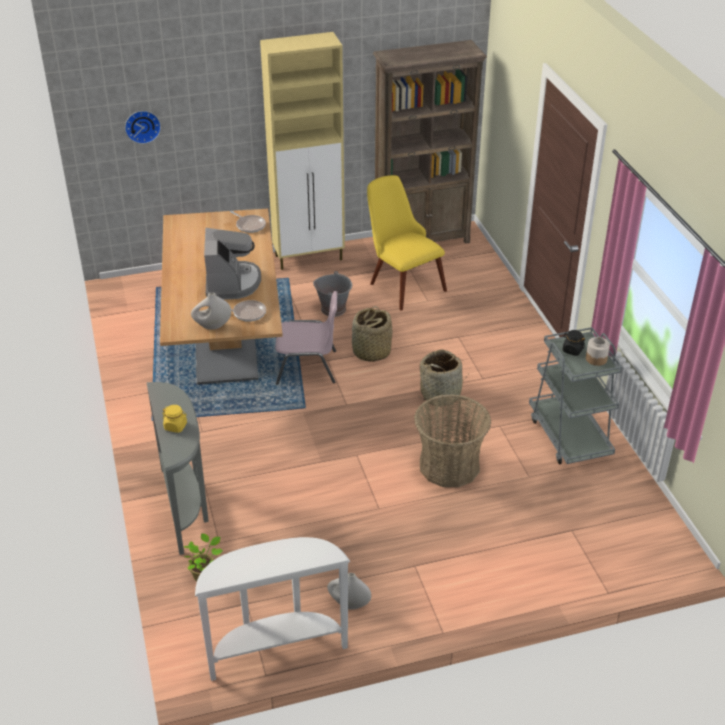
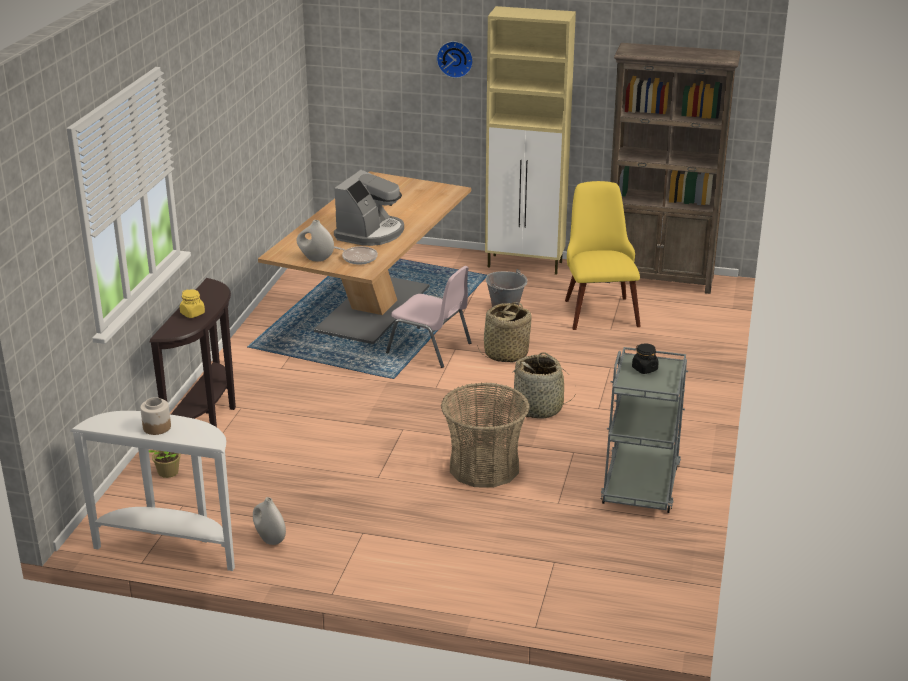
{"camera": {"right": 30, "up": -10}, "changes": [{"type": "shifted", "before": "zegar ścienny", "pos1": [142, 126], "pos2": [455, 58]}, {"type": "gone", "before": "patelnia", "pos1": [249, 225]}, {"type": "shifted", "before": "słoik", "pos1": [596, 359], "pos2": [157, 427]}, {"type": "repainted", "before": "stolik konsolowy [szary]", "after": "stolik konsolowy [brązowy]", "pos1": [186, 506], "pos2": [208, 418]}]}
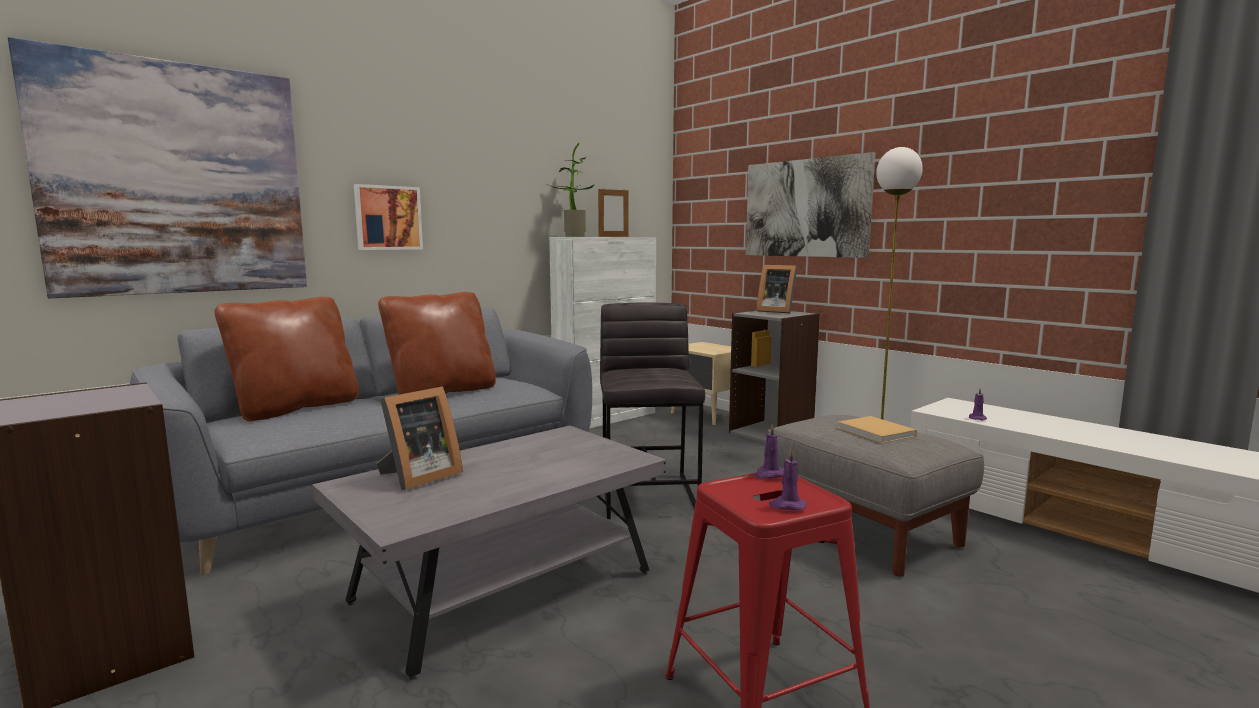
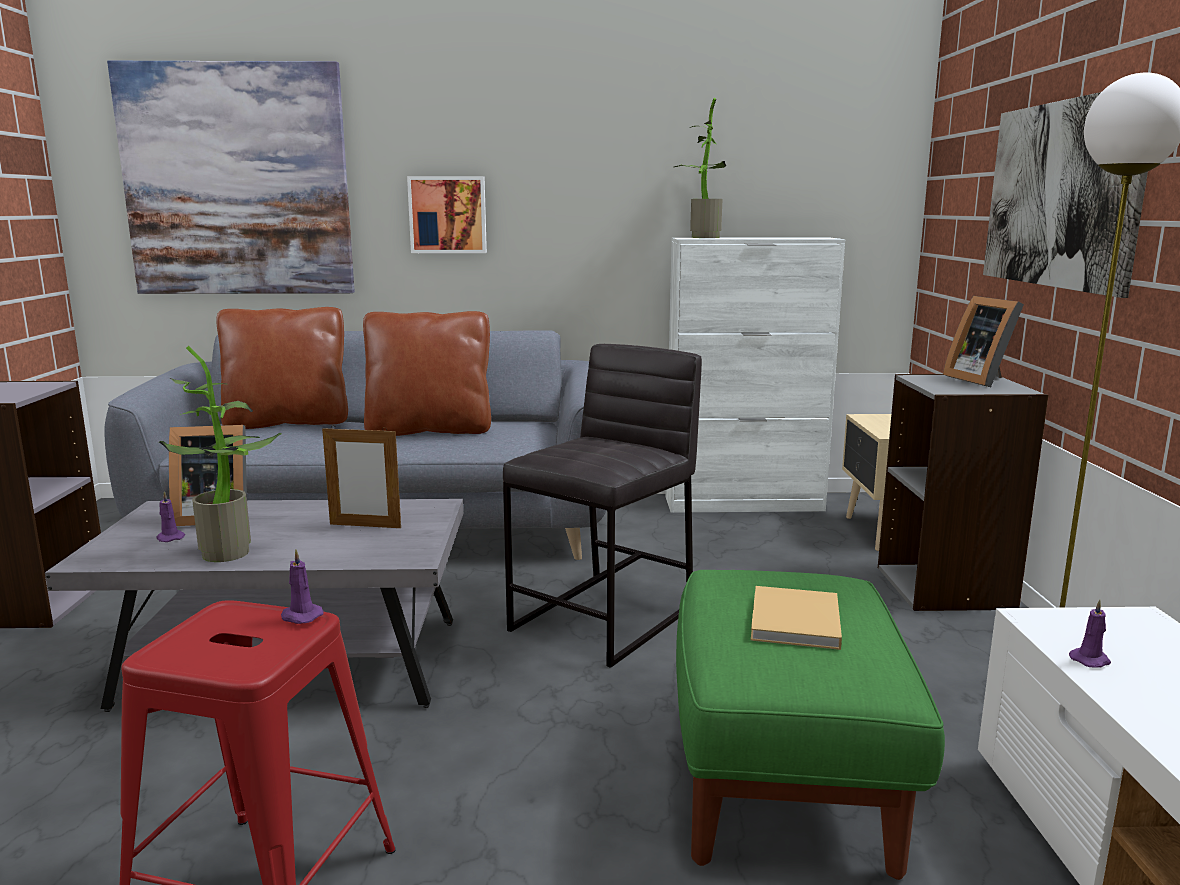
{"camera": {"right": 40, "up": 5}, "changes": [{"type": "shifted", "before": "ramka na zdjęcie", "pos1": [613, 236], "pos2": [365, 526]}, {"type": "repainted", "before": "pufa [szary]", "after": "pufa [zielony]", "pos1": [863, 531], "pos2": [783, 780]}, {"type": "shifted", "before": "świeca [fioletowy]", "pos1": [787, 505], "pos2": [169, 538]}, {"type": "new", "after": "roślina doniczkowa", "pos2": [232, 551]}]}
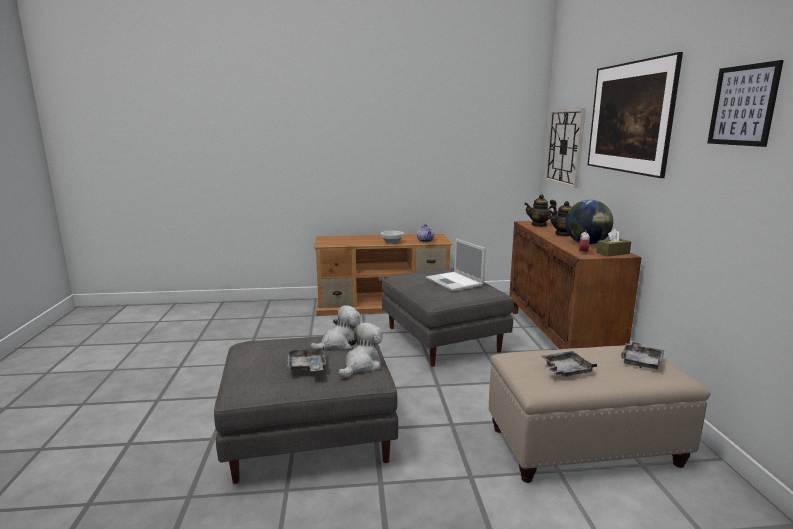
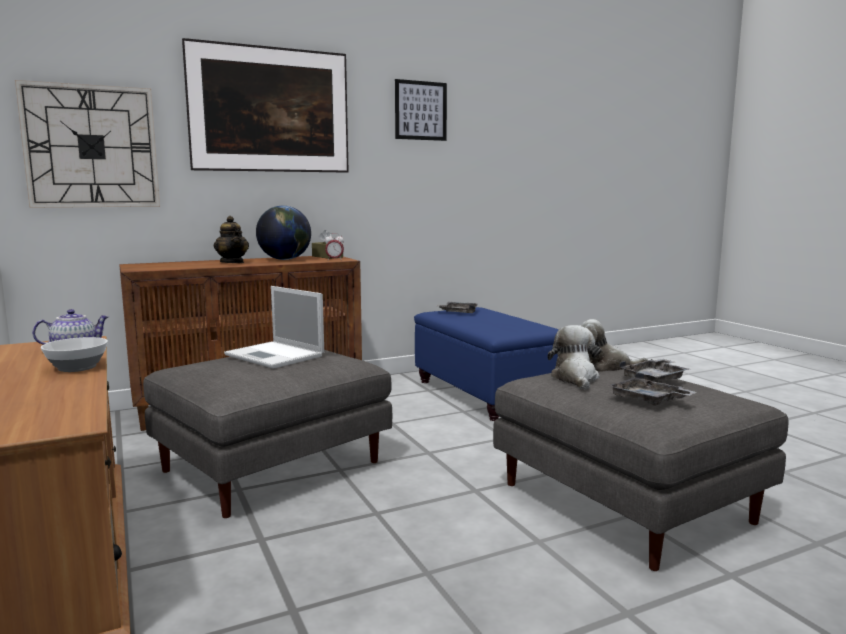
{"camera": {"right": -110, "up": -5}, "changes": [{"type": "gone", "before": "imbryk", "pos1": [539, 225]}, {"type": "rotated", "before": "laptop", "pos1": [455, 282], "pos2": [276, 355], "turn": 90}, {"type": "rotated", "before": "pluszak", "pos1": [339, 344], "pos2": [575, 378], "turn": 60}, {"type": "repainted", "before": "pufa [beżowy]", "after": "pufa [niebieski]", "pos1": [585, 446], "pos2": [484, 394]}, {"type": "shifted", "before": "taca [szary]", "pos1": [565, 371], "pos2": [648, 400]}]}
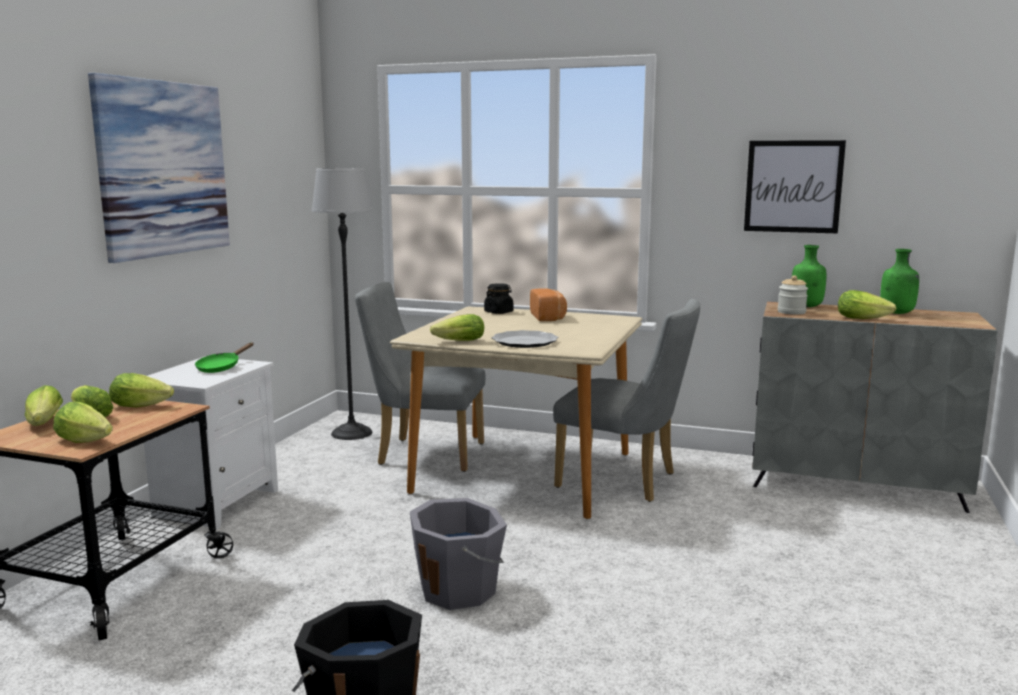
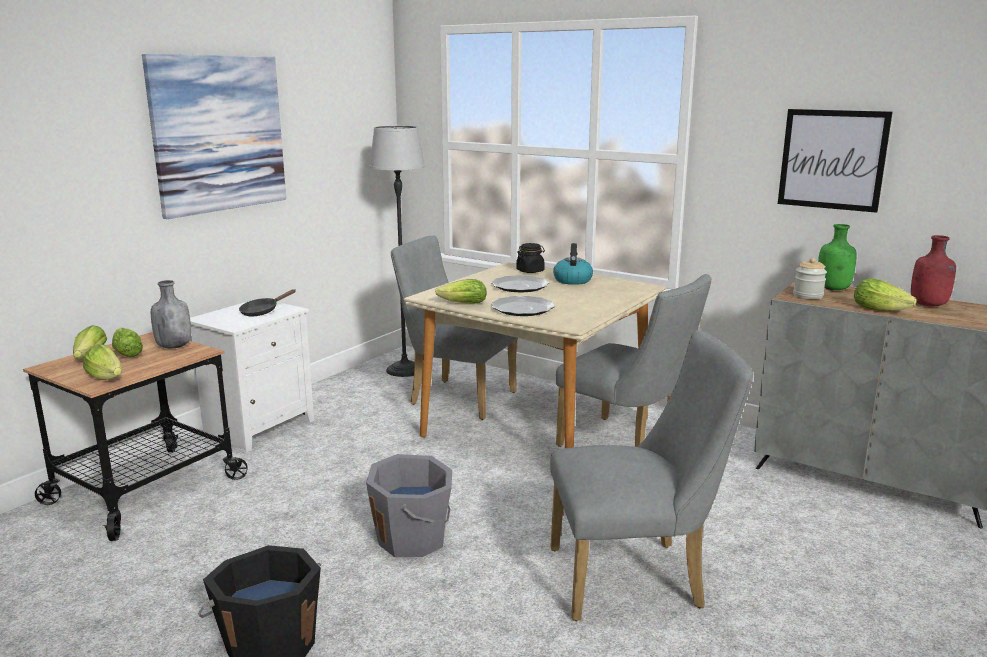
{"camera": {"right": 15, "up": 5}, "changes": [{"type": "repainted", "before": "butelka [zielony]", "after": "butelka [czerwony]", "pos1": [897, 313], "pos2": [929, 305]}, {"type": "swapped", "before": "chleb", "after": "czajnik", "pos1": [548, 317], "pos2": [572, 280]}, {"type": "repainted", "before": "patelnia [zielony]", "after": "patelnia [czarny]", "pos1": [221, 367], "pos2": [262, 311]}, {"type": "swapped", "before": "sałata", "after": "butelka [szary]", "pos1": [143, 406], "pos2": [174, 346]}, {"type": "new", "after": "talerz", "pos2": [519, 286]}, {"type": "new", "after": "krzesło [szary]", "pos2": [637, 578]}]}
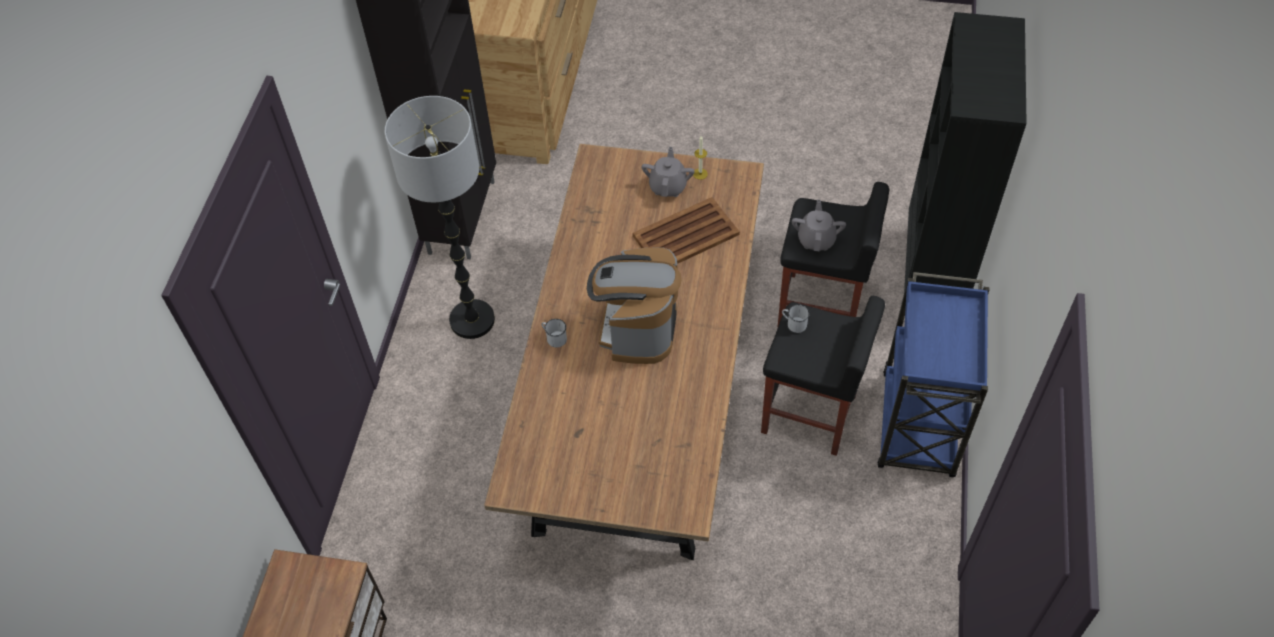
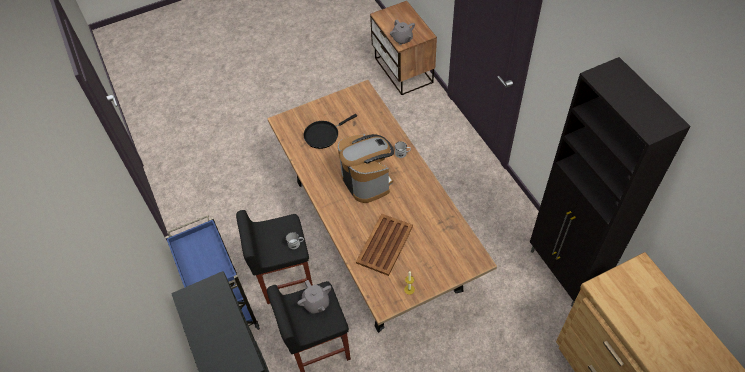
{"camera": {"right": 145, "up": 0}, "changes": [{"type": "gone", "before": "lampa stojąca", "pos1": [472, 320]}, {"type": "shifted", "before": "imbryk [szary]", "pos1": [668, 186], "pos2": [402, 39]}, {"type": "new", "after": "patelnia [czarny]", "pos2": [323, 135]}]}
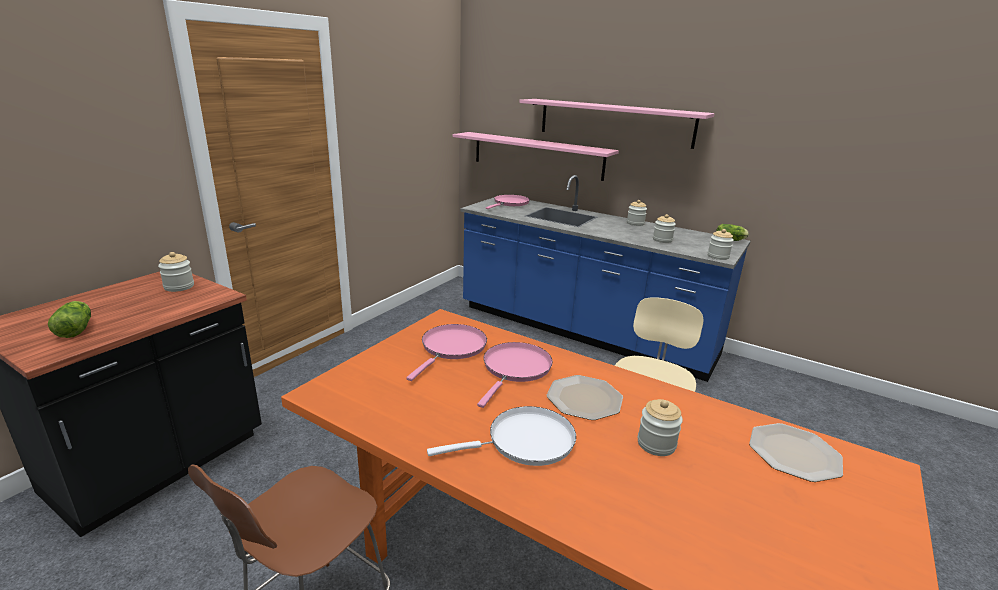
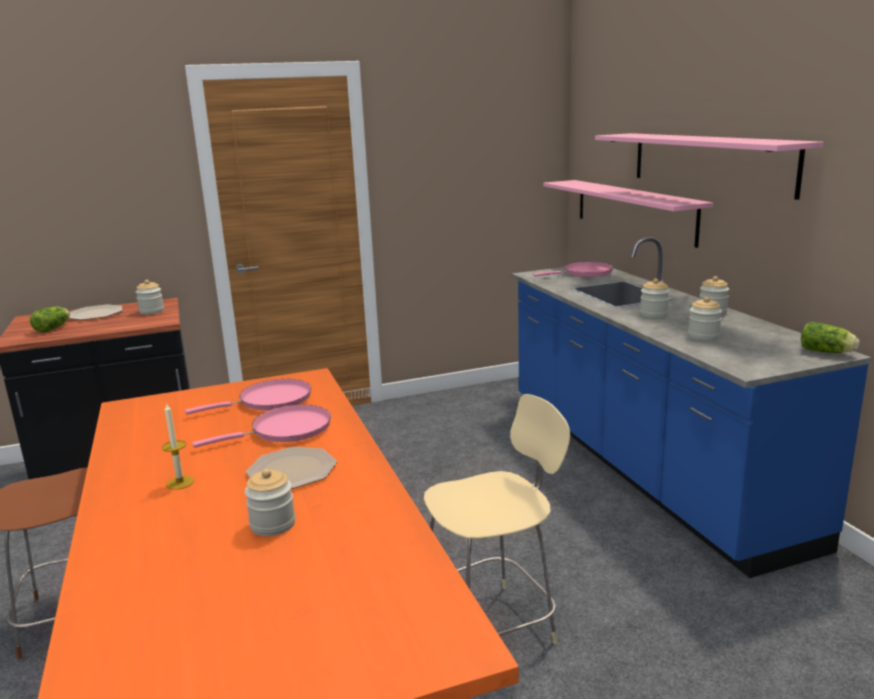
{"camera": {"right": 40, "up": -5}, "changes": [{"type": "shifted", "before": "słoik", "pos1": [718, 256], "pos2": [653, 314]}, {"type": "swapped", "before": "patelnia [biały]", "after": "świeca", "pos1": [525, 441], "pos2": [180, 482]}, {"type": "shifted", "before": "talerz", "pos1": [795, 453], "pos2": [95, 314]}]}
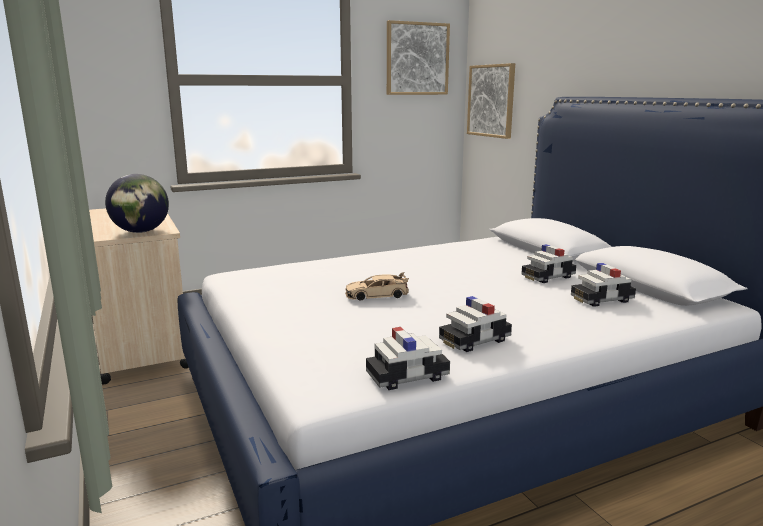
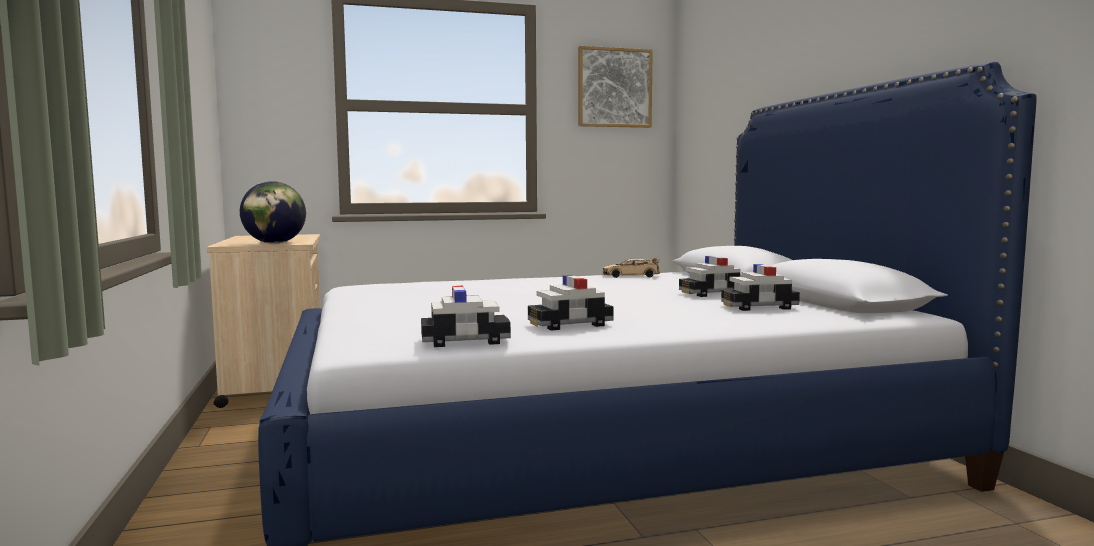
{"camera": {"right": 10, "up": -10}, "changes": [{"type": "gone", "before": "obraz", "pos1": [491, 101]}, {"type": "shifted", "before": "samochodzik [beżowy]", "pos1": [377, 295], "pos2": [631, 276]}]}
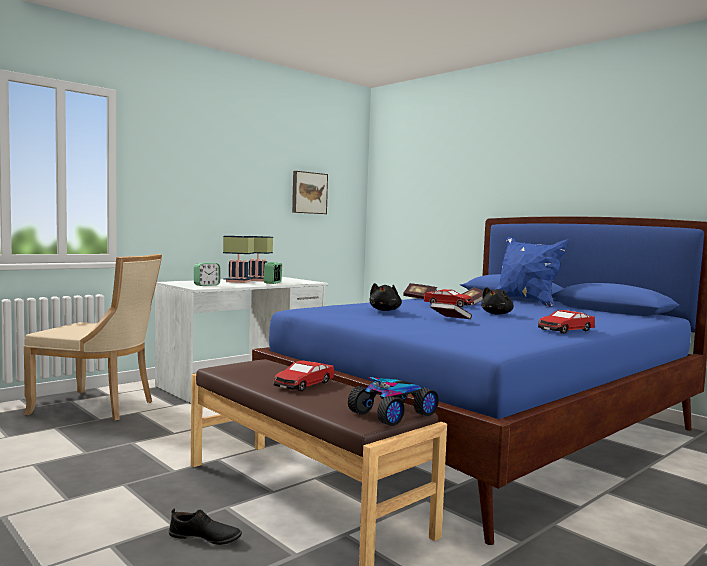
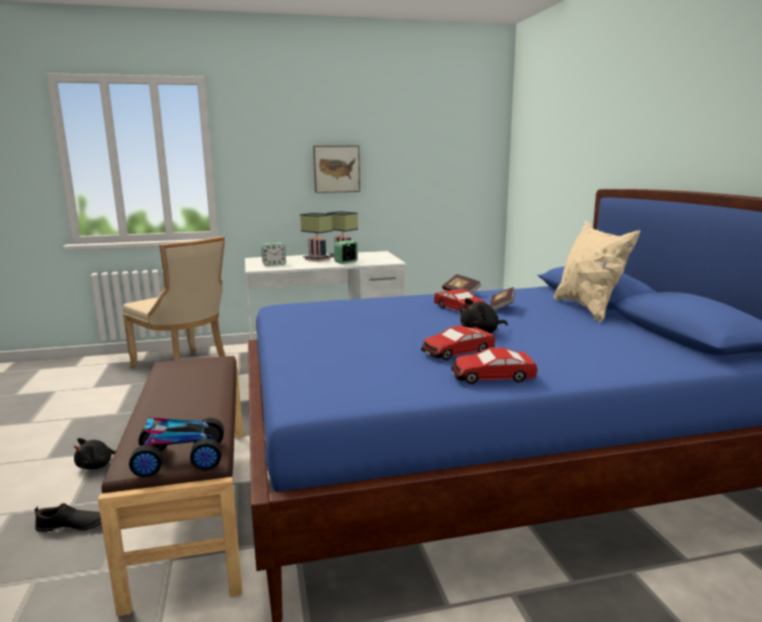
{"camera": {"right": 30, "up": 10}, "changes": [{"type": "shifted", "before": "obraz", "pos1": [308, 193], "pos2": [336, 169]}, {"type": "repainted", "before": "poduszka [niebieski]", "after": "poduszka [beżowy]", "pos1": [526, 302], "pos2": [588, 309]}, {"type": "shifted", "before": "pluszak [czarny]", "pos1": [385, 310], "pos2": [97, 465]}, {"type": "gone", "before": "książka", "pos1": [450, 319]}, {"type": "shifted", "before": "samochodzik", "pos1": [304, 384], "pos2": [457, 352]}, {"type": "rotated", "before": "but [czarny]", "pos1": [205, 538], "pos2": [72, 526], "turn": -45}]}
